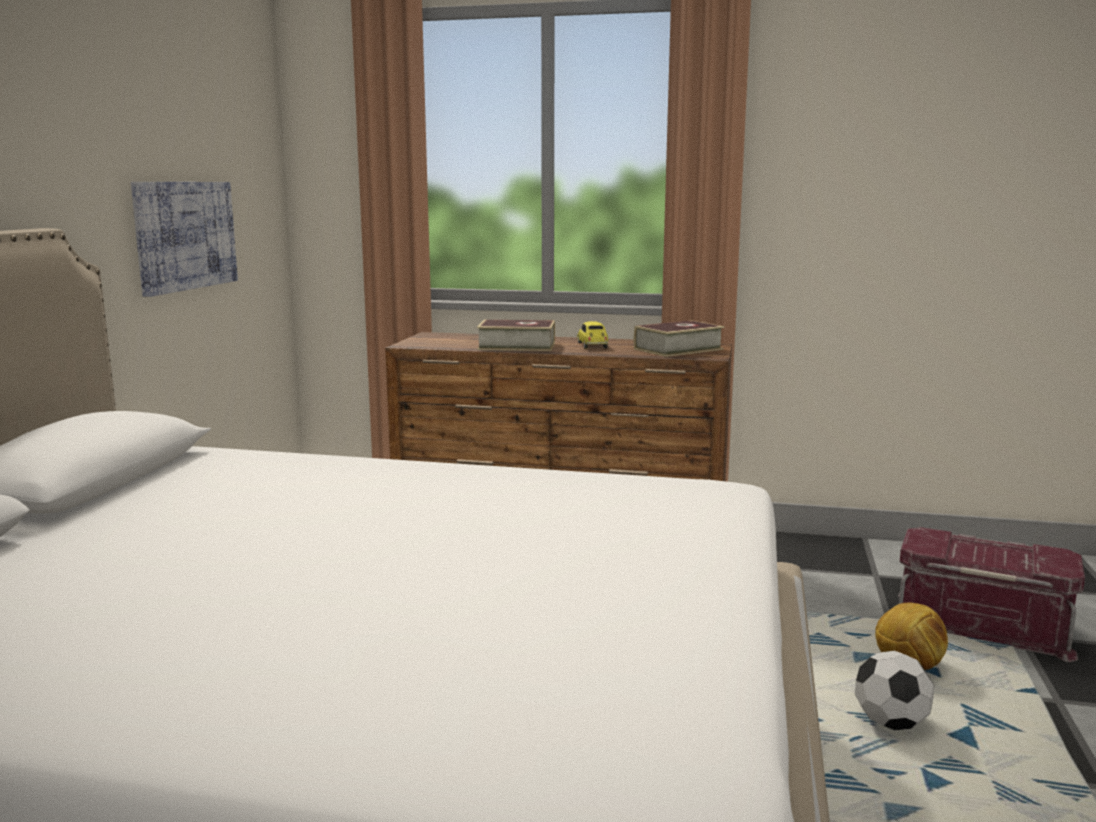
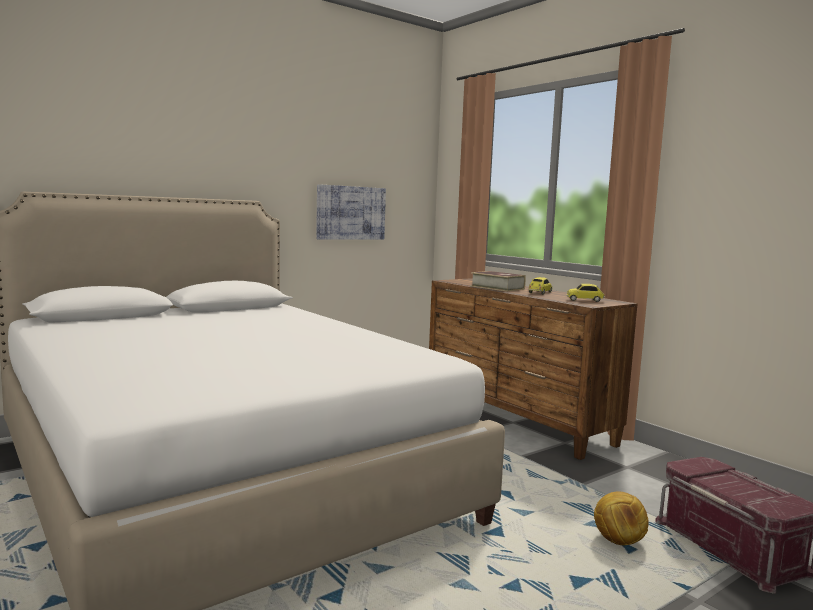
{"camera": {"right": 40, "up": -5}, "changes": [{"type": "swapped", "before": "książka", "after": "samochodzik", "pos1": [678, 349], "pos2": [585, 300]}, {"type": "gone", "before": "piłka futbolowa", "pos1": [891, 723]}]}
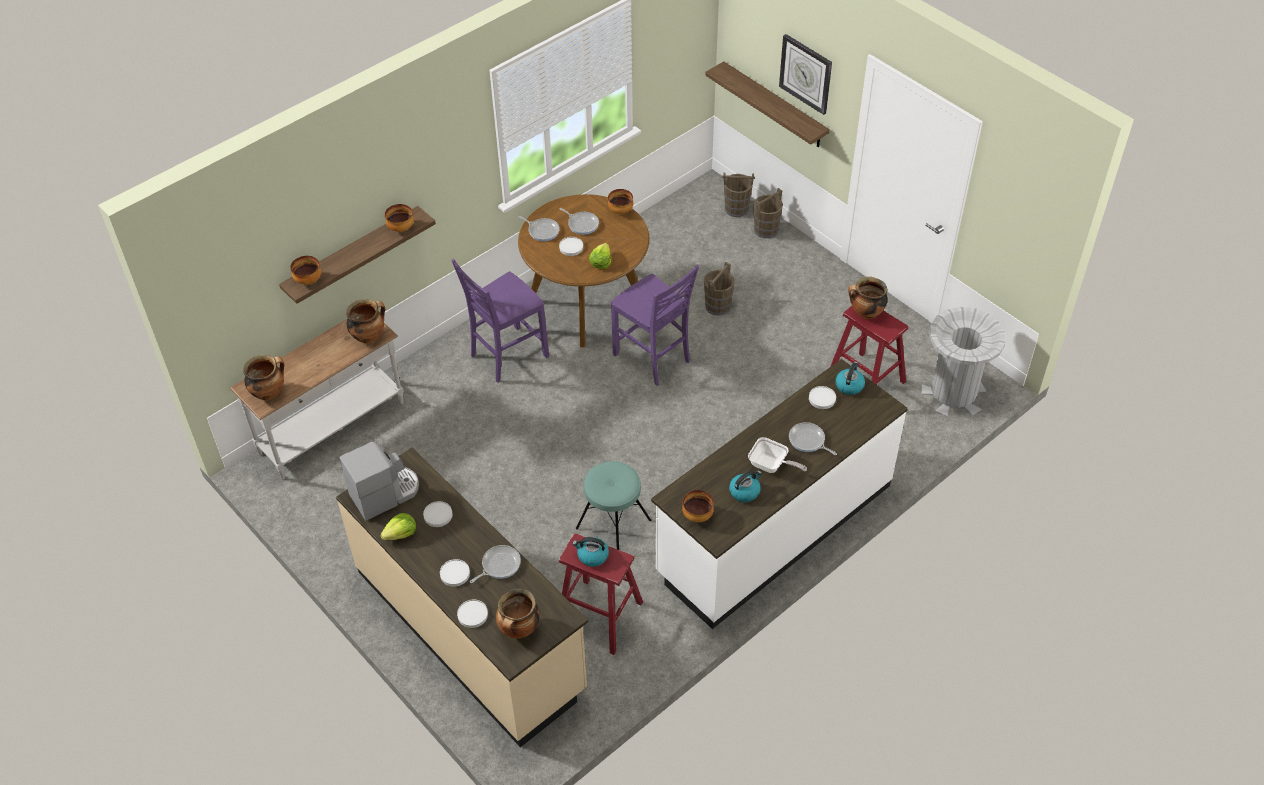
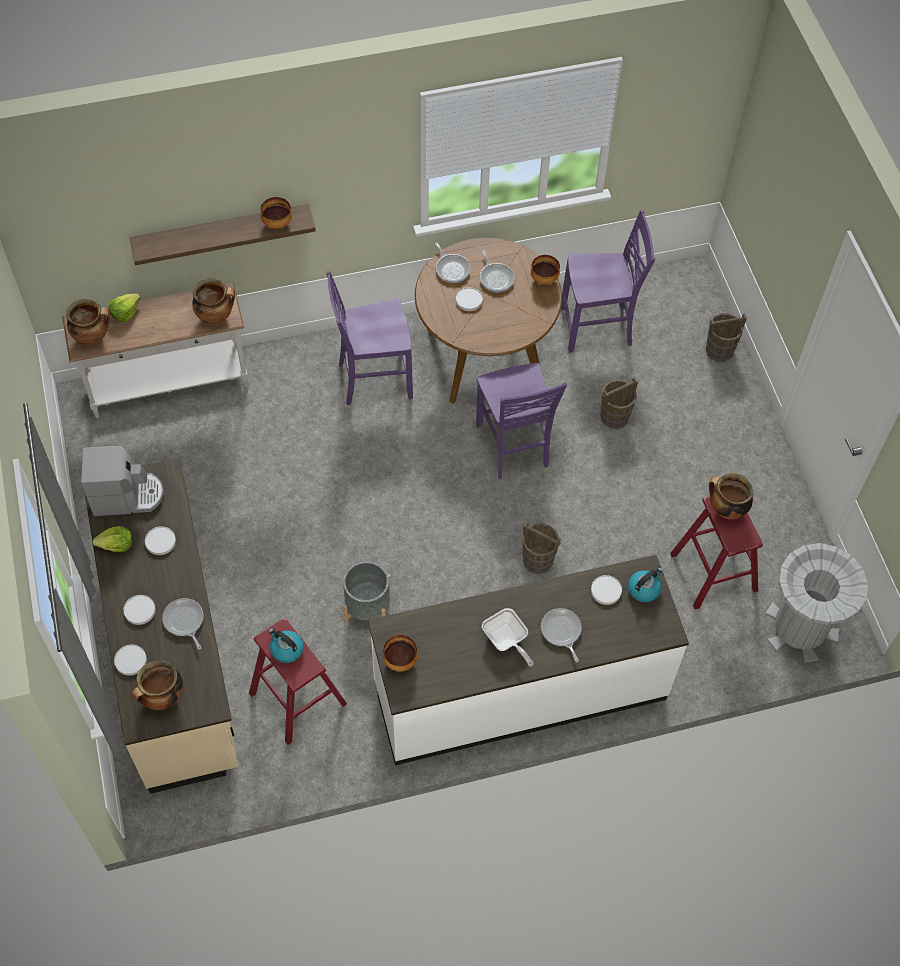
{"camera": {"right": 25, "up": 10}, "changes": [{"type": "gone", "before": "zegar ścienny", "pos1": [806, 73]}, {"type": "gone", "before": "półka", "pos1": [774, 105]}, {"type": "shifted", "before": "wiadro [brązowy]", "pos1": [737, 209], "pos2": [538, 560]}, {"type": "shifted", "before": "sałata", "pos1": [601, 262], "pos2": [125, 312]}, {"type": "gone", "before": "miska", "pos1": [309, 280]}, {"type": "swapped", "before": "stołek [turkusowy]", "after": "donica [szary]", "pos1": [613, 524], "pos2": [368, 609]}, {"type": "gone", "before": "czajnik", "pos1": [744, 491]}, {"type": "rotated", "before": "patelnia", "pos1": [499, 565], "pos2": [184, 621], "turn": -105}, {"type": "new", "after": "krzesło [fioletowy]", "pos2": [597, 328]}]}
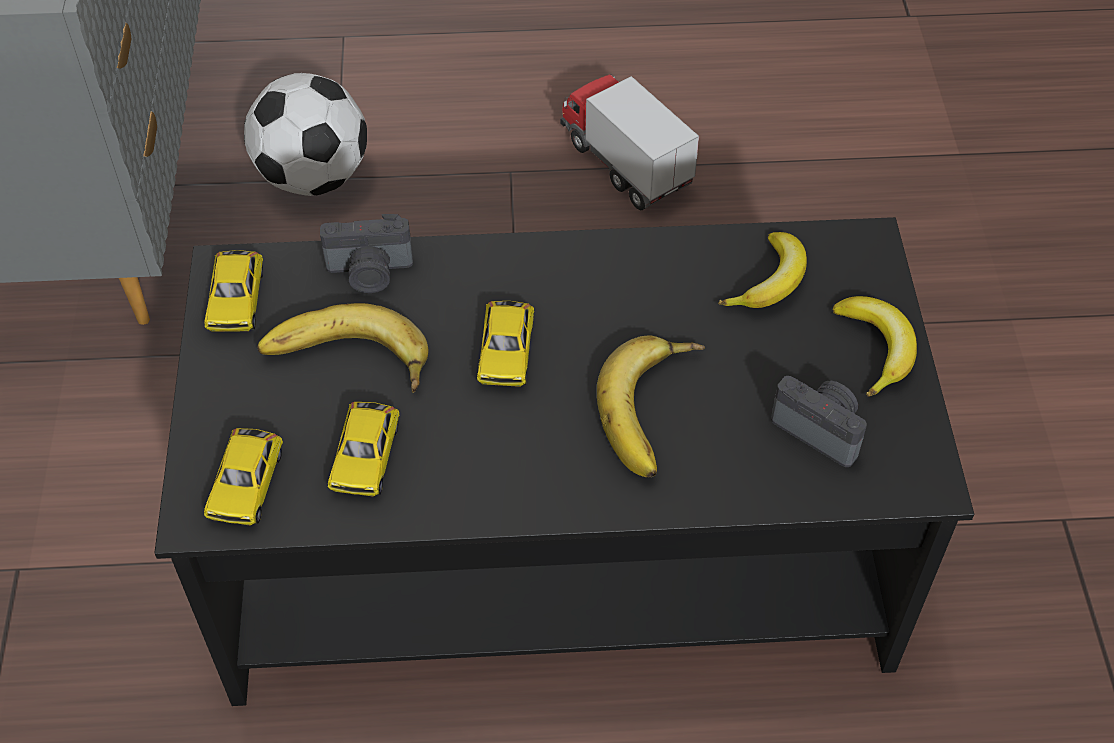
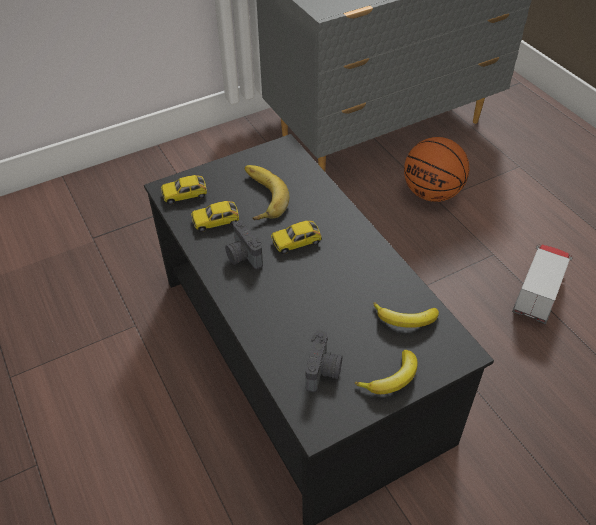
{"camera": {"right": 65, "up": -5}, "changes": [{"type": "swapped", "before": "piłka futbolowa", "after": "piłka do koszykówki", "pos1": [313, 177], "pos2": [432, 193]}, {"type": "shifted", "before": "aparat fotograficzny", "pos1": [370, 273], "pos2": [243, 256]}, {"type": "gone", "before": "samochodzik", "pos1": [236, 301]}, {"type": "gone", "before": "banan", "pos1": [657, 412]}]}
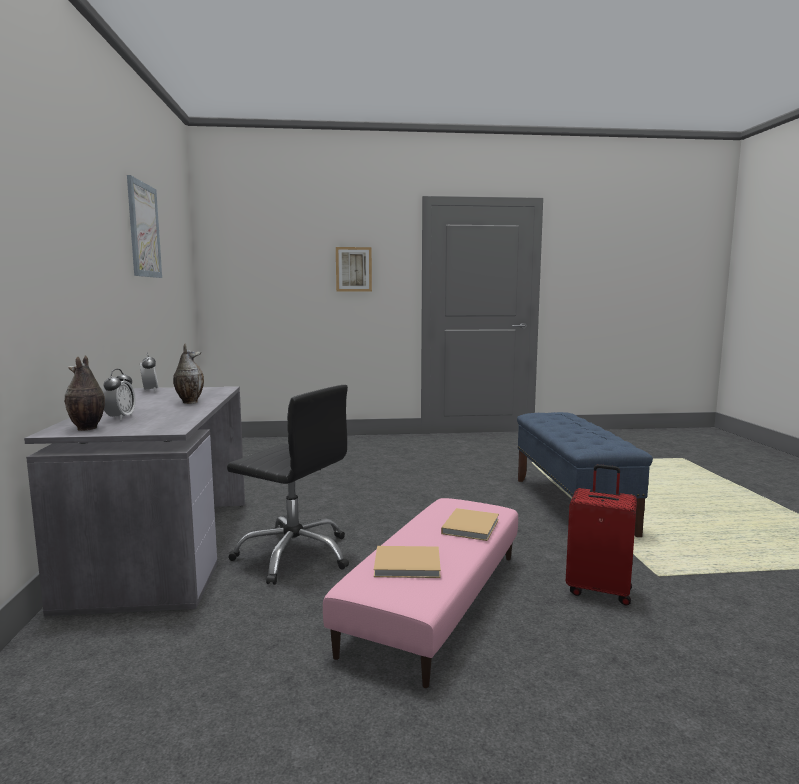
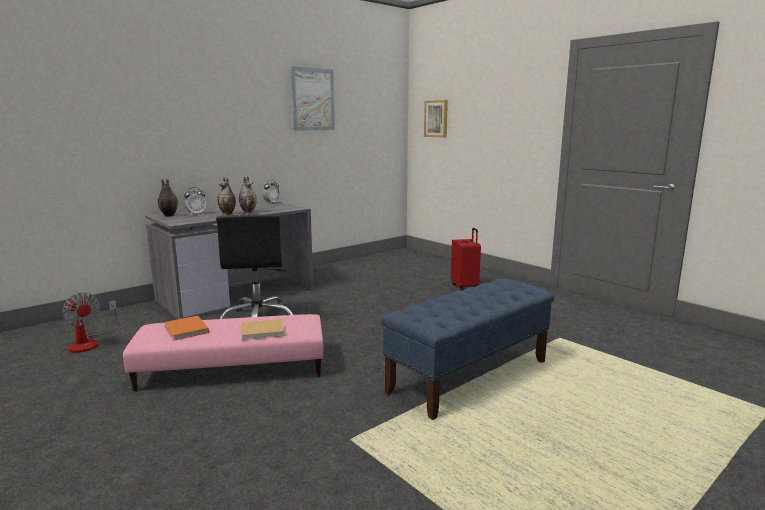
{"camera": {"right": 55, "up": 5}, "changes": [{"type": "shifted", "before": "obraz", "pos1": [353, 269], "pos2": [436, 119]}, {"type": "shifted", "before": "walizka [czerwony]", "pos1": [599, 590], "pos2": [465, 287]}, {"type": "repainted", "before": "książka [beżowy]", "after": "książka [pomarańczowy]", "pos1": [409, 564], "pos2": [186, 330]}, {"type": "new", "after": "wazon", "pos2": [228, 214]}, {"type": "new", "after": "wentylator", "pos2": [90, 342]}]}
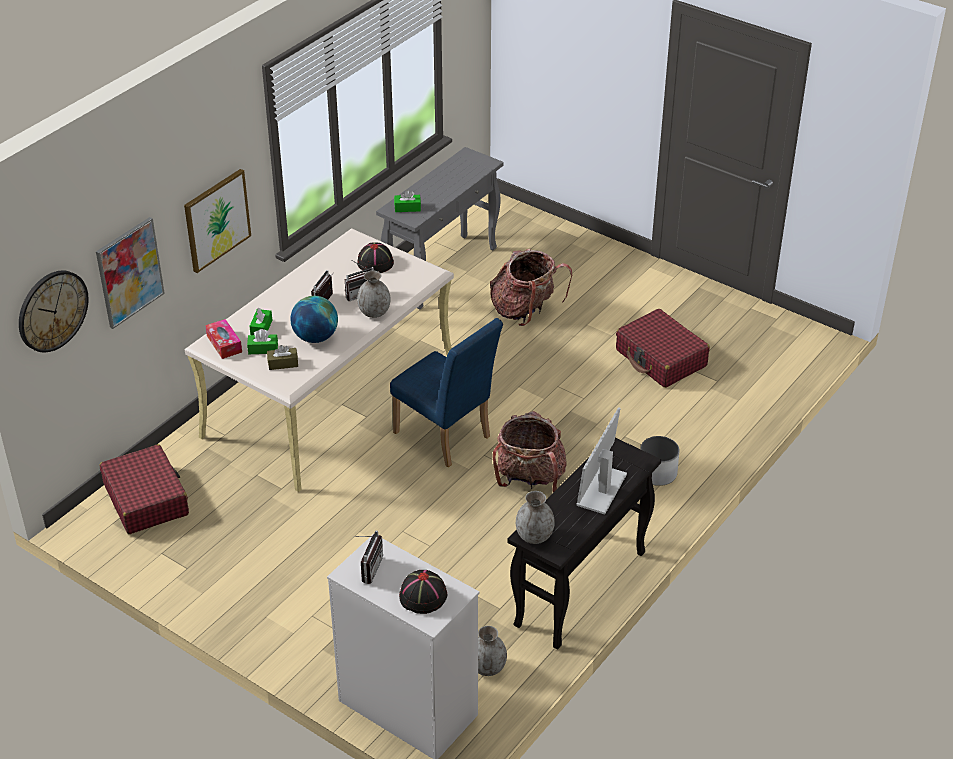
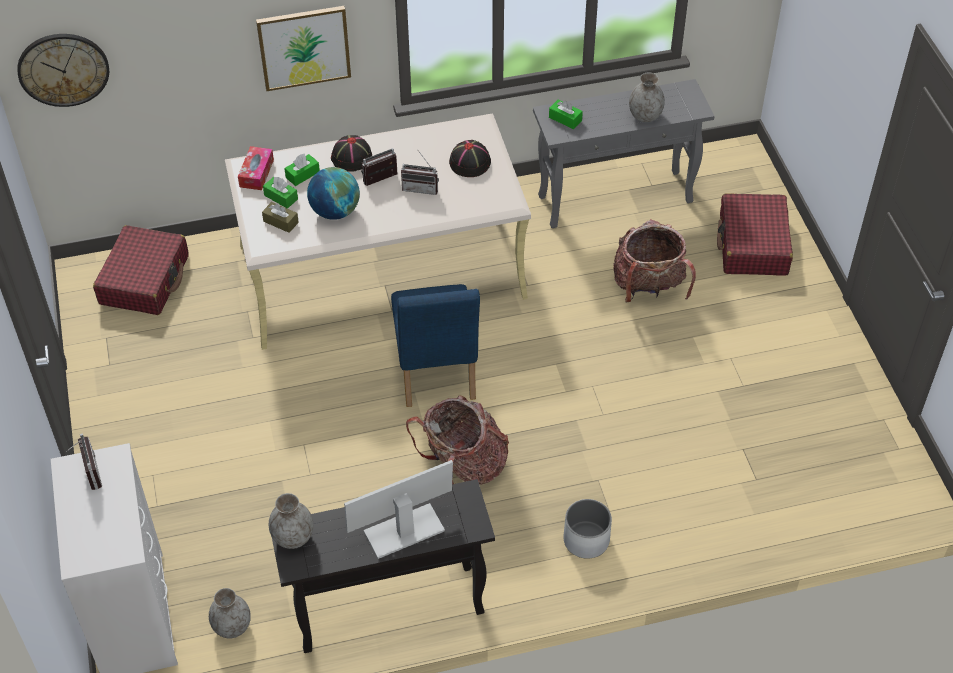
{"camera": {"right": 40, "up": 10}, "changes": [{"type": "gone", "before": "obraz", "pos1": [129, 272]}, {"type": "shifted", "before": "wazon [szary]", "pos1": [374, 312], "pos2": [645, 115]}, {"type": "shifted", "before": "walizka [czerwony]", "pos1": [661, 358], "pos2": [752, 245]}, {"type": "rotated", "before": "radio", "pos1": [367, 568], "pos2": [87, 473], "turn": -75}, {"type": "shifted", "before": "kapelusz [czarny]", "pos1": [423, 596], "pos2": [351, 158]}]}
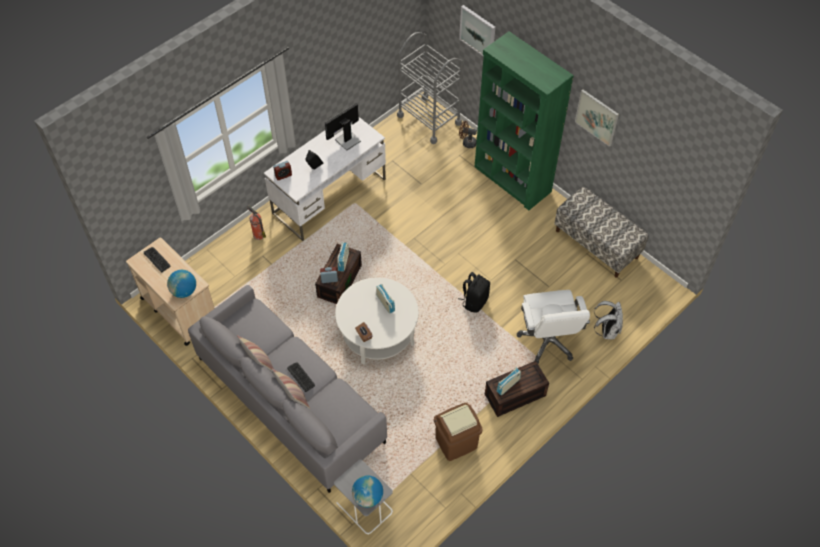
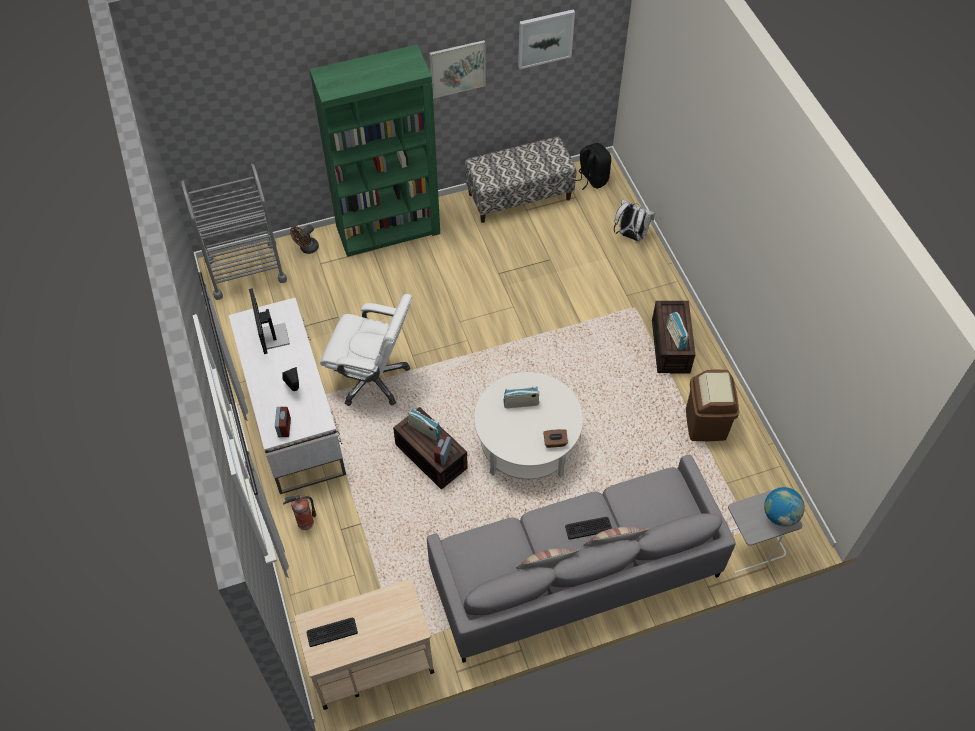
{"camera": {"right": -65, "up": 0}, "changes": [{"type": "shifted", "before": "obraz", "pos1": [478, 32], "pos2": [545, 38]}, {"type": "gone", "before": "globus", "pos1": [184, 291]}, {"type": "shifted", "before": "plecak [czarny]", "pos1": [474, 301], "pos2": [592, 179]}, {"type": "shifted", "before": "krzesło biurowe [biały]", "pos1": [548, 341], "pos2": [372, 378]}]}
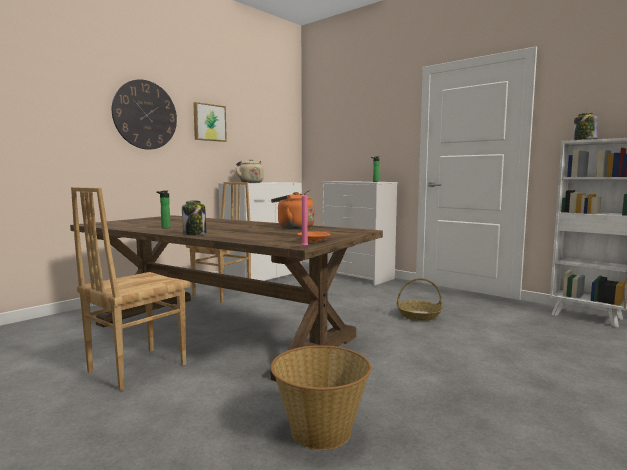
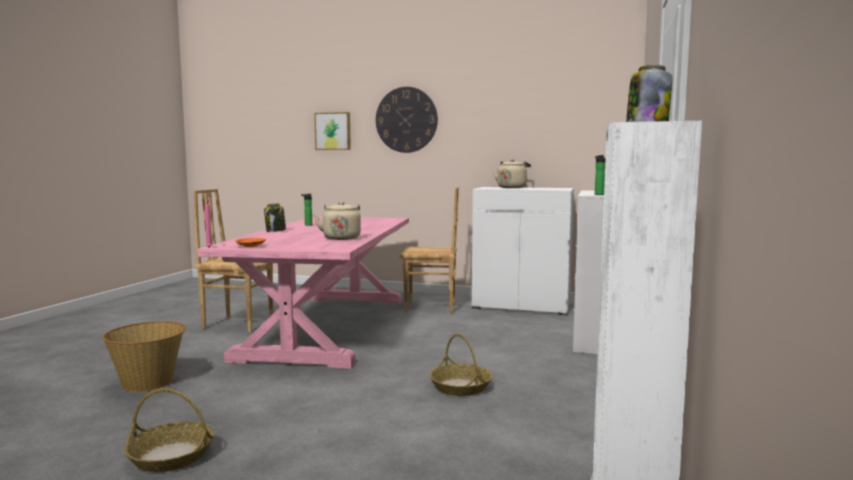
{"camera": {"right": 65, "up": 0}, "changes": [{"type": "shifted", "before": "obraz", "pos1": [209, 122], "pos2": [333, 131]}, {"type": "repainted", "before": "czajnik [pomarańczowy]", "after": "czajnik [beżowy]", "pos1": [293, 227], "pos2": [341, 238]}, {"type": "repainted", "before": "stół jadalny [brązowy]", "after": "stół jadalny [różowy]", "pos1": [222, 330], "pos2": [329, 326]}, {"type": "new", "after": "koszyk", "pos2": [170, 456]}]}
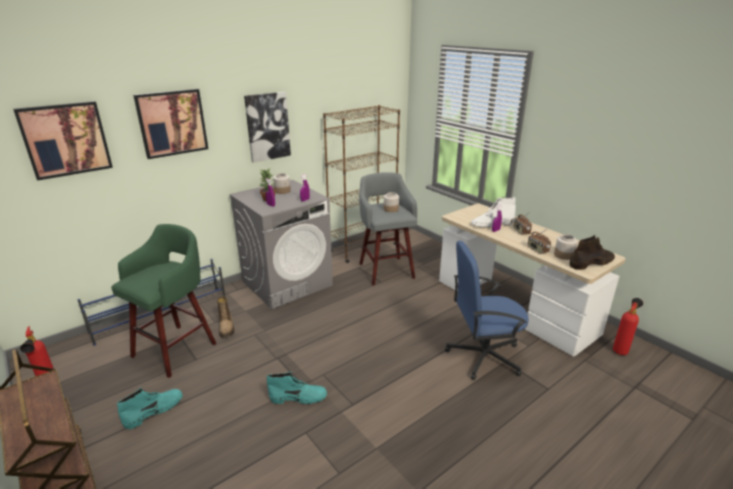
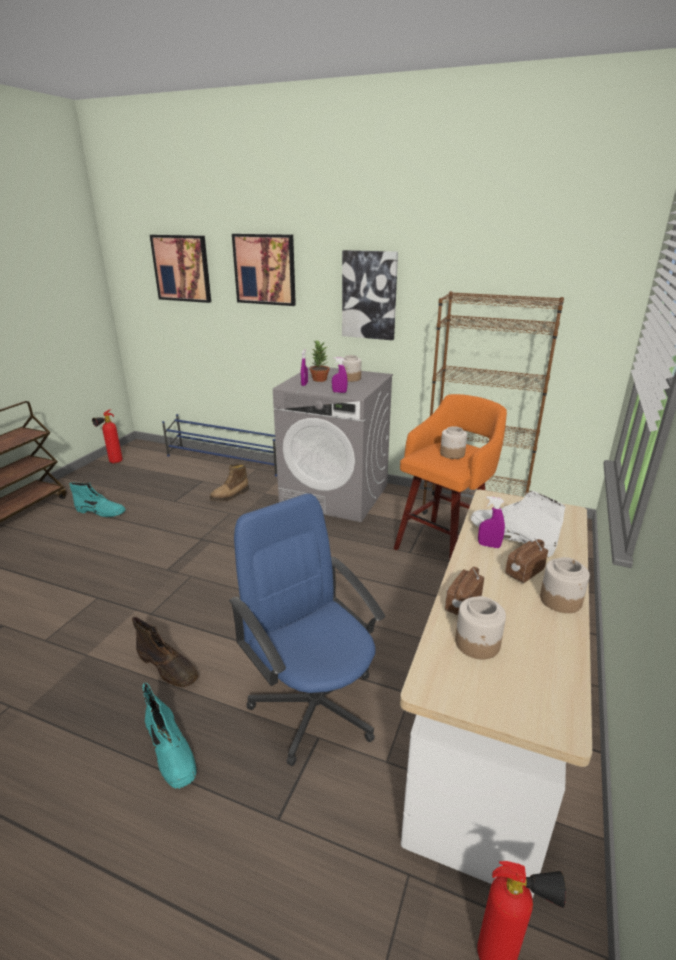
{"camera": {"right": 60, "up": 0}, "changes": [{"type": "repainted", "before": "stołek [szary]", "after": "stołek [pomarańczowy]", "pos1": [386, 270], "pos2": [443, 546]}, {"type": "gone", "before": "stołek [zielony]", "pos1": [177, 348]}, {"type": "shifted", "before": "but z cholewką [brązowy]", "pos1": [591, 263], "pos2": [168, 667]}, {"type": "shifted", "before": "but z cholewką [turkusowy]", "pos1": [299, 397], "pos2": [171, 752]}, {"type": "new", "after": "słoik", "pos2": [560, 600]}]}
